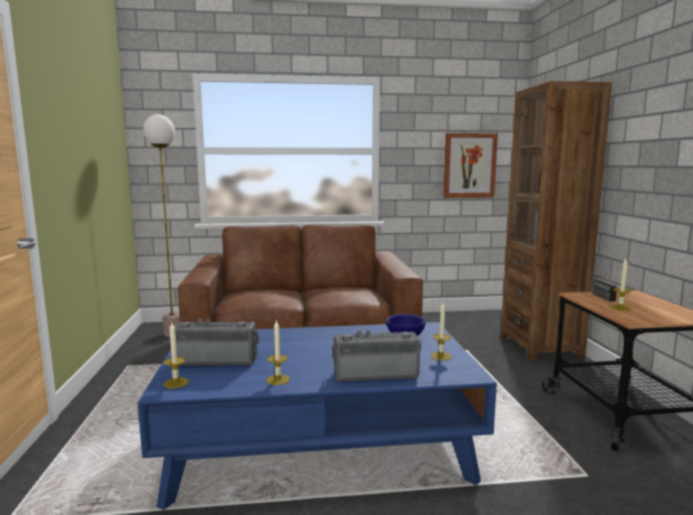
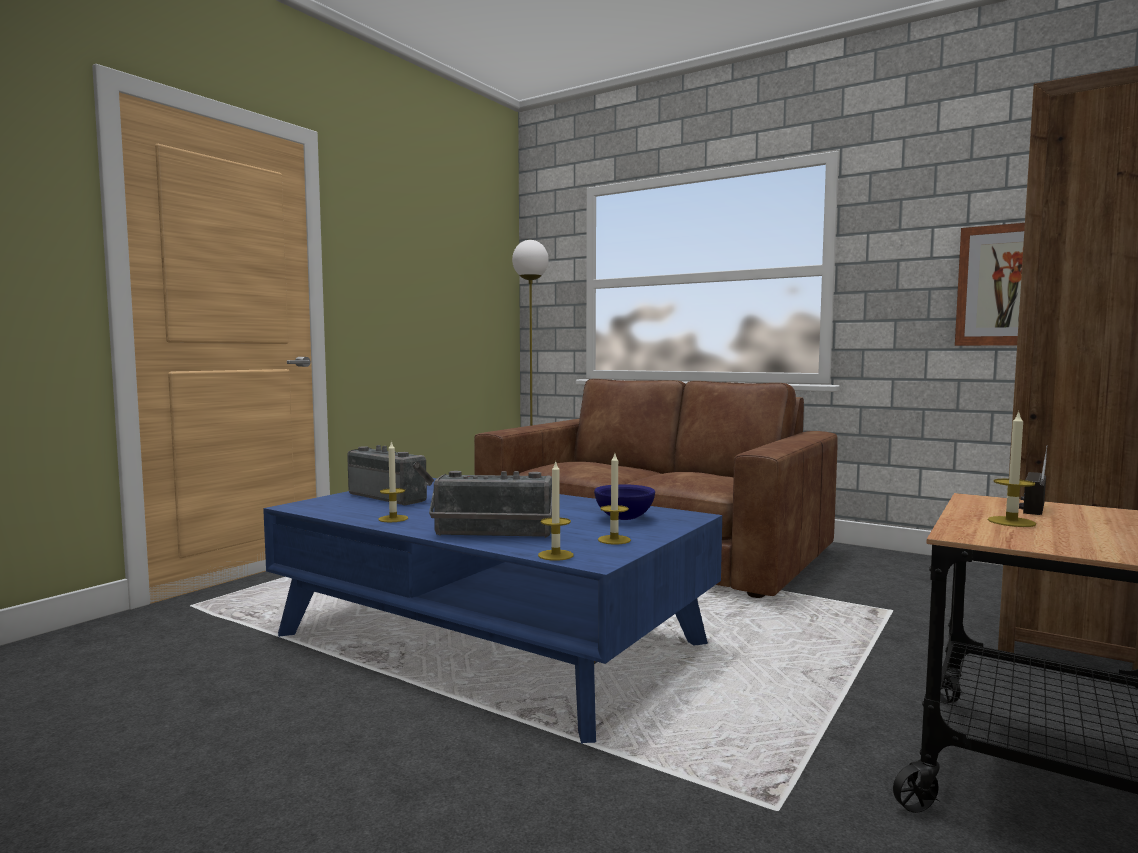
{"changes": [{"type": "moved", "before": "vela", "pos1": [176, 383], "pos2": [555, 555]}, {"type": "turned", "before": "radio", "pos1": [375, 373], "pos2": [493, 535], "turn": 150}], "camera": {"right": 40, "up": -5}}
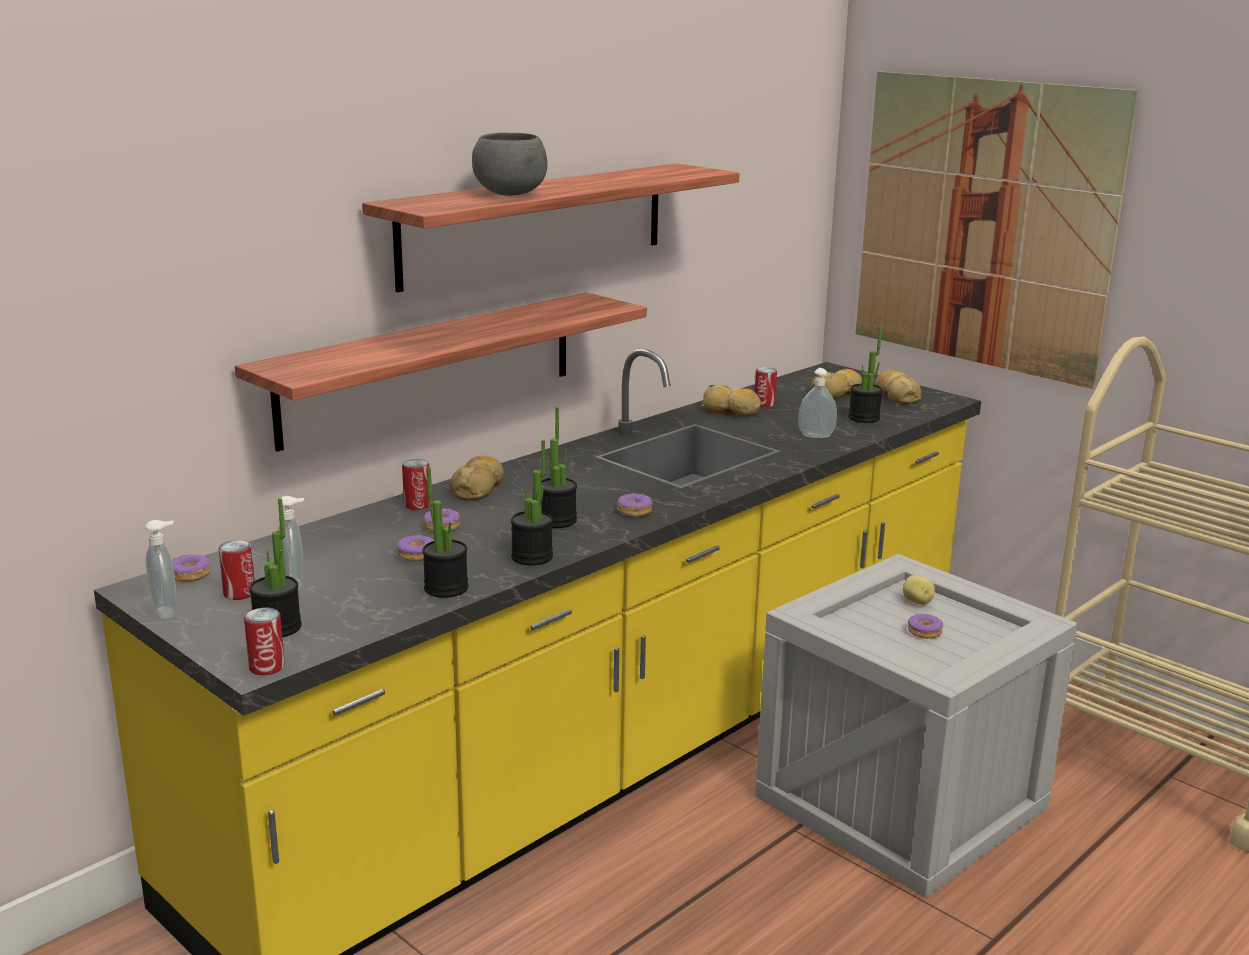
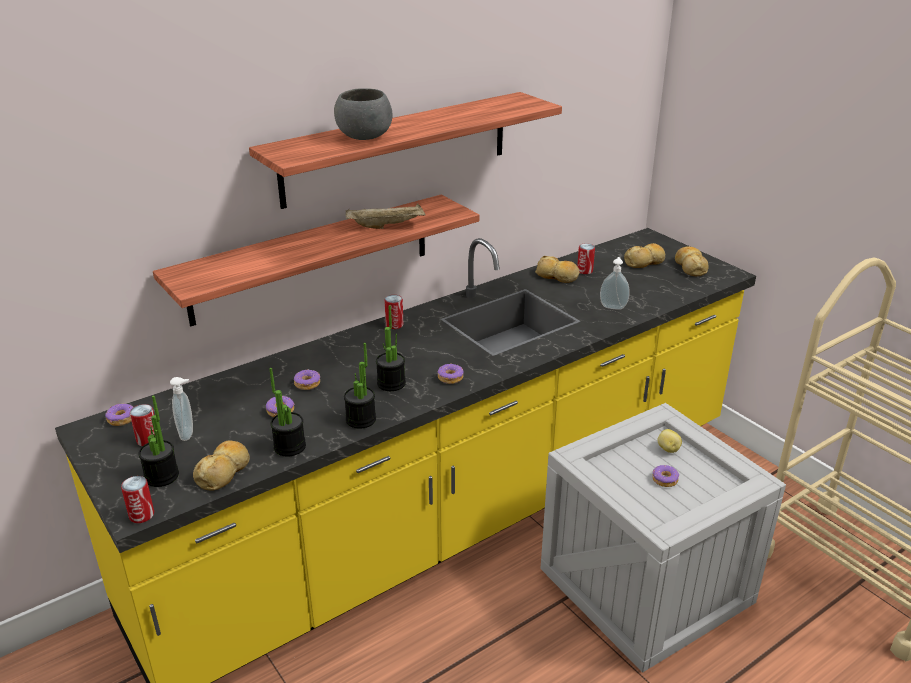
{"changes": [{"type": "removed", "before": "dispensador de jabón", "pos1": [168, 612]}, {"type": "moved", "before": "lata", "pos1": [417, 505], "pos2": [394, 325]}, {"type": "moved", "before": "pan", "pos1": [478, 488], "pos2": [224, 472]}, {"type": "removed", "before": "planta en maceta", "pos1": [864, 418]}, {"type": "removed", "before": "cuadro", "pos1": [983, 224]}, {"type": "added", "after": "bandeja (beis)", "pos2": [387, 226]}], "camera": {"right": 10, "up": 10}}
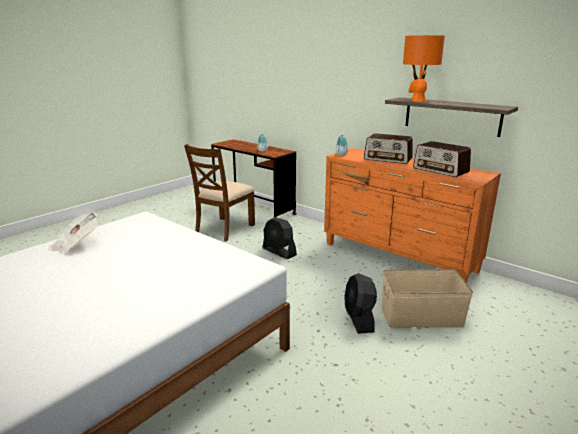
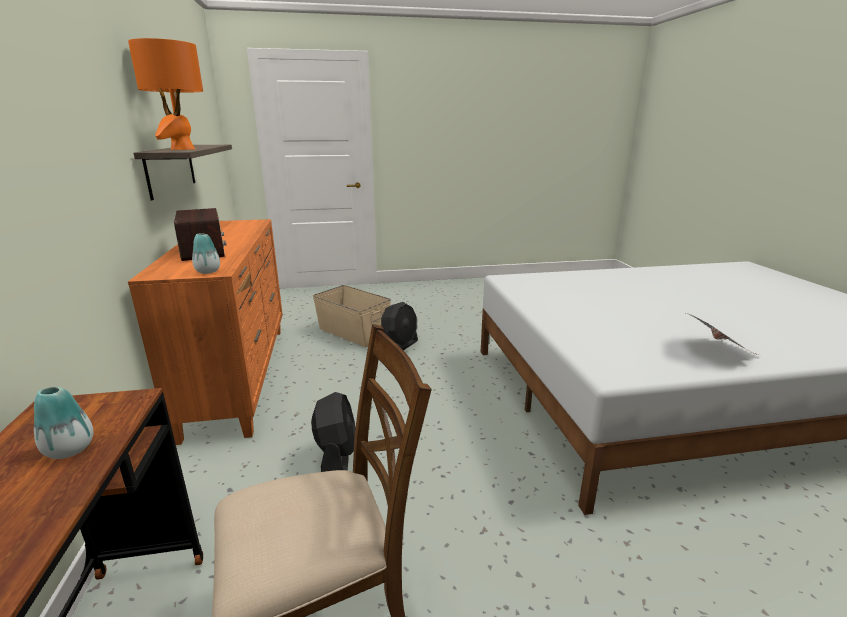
{"changes": [{"type": "removed", "before": "radio", "pos1": [440, 170]}], "camera": {"right": -140, "up": 0}}
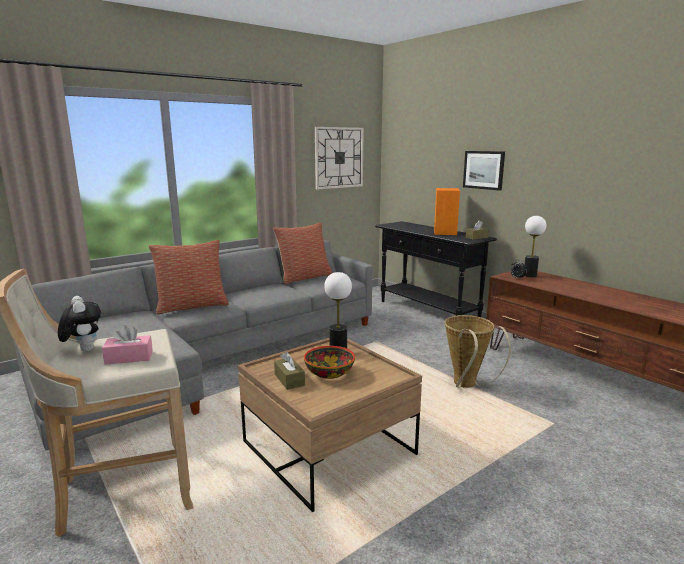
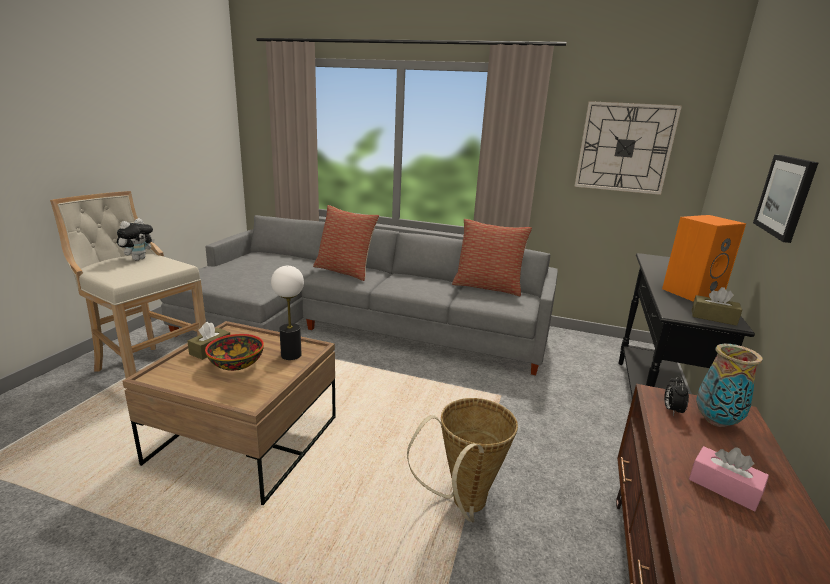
{"changes": [{"type": "moved", "before": "caja de pañuelos (rosa)", "pos1": [129, 358], "pos2": [724, 487]}, {"type": "replaced", "before": "lámpara de mesa", "after": "florero", "pos1": [530, 275], "pos2": [715, 421]}], "camera": {"right": 55, "up": 5}}
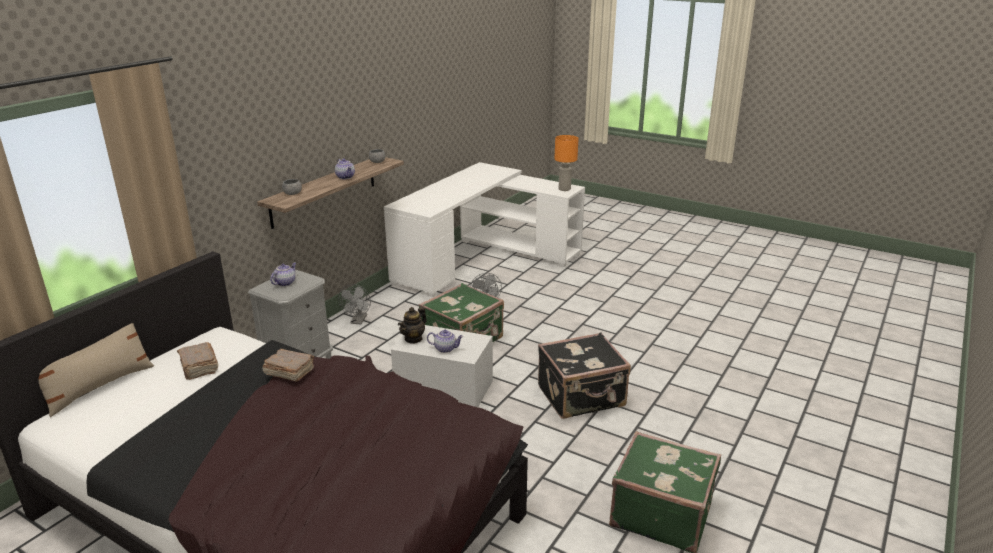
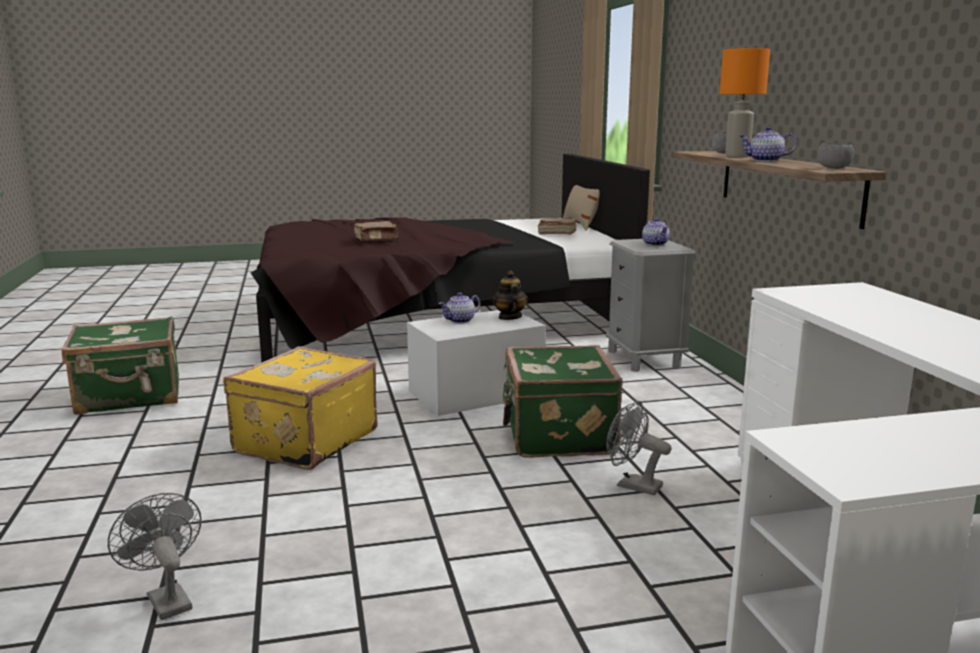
{"changes": [{"type": "moved", "before": "libro (marrón)", "pos1": [289, 372], "pos2": [377, 239]}, {"type": "moved", "before": "ventilador (gris)", "pos1": [358, 321], "pos2": [165, 599]}, {"type": "recoloured", "before": "maleta (negro)", "after": "maleta (amarillo)", "pos1": [582, 397], "pos2": [304, 441]}, {"type": "moved", "before": "lámpara de mesa (naranja)", "pos1": [564, 189], "pos2": [737, 156]}], "camera": {"right": 135, "up": -10}}
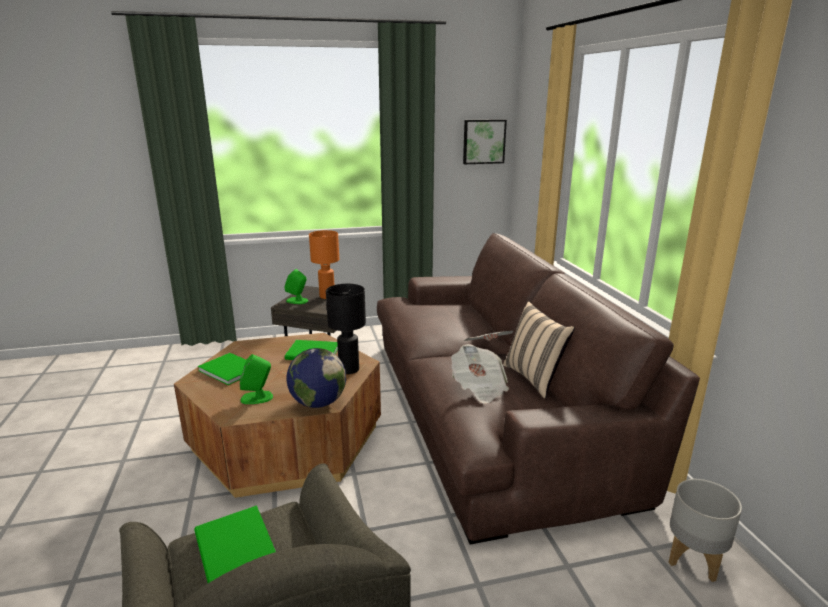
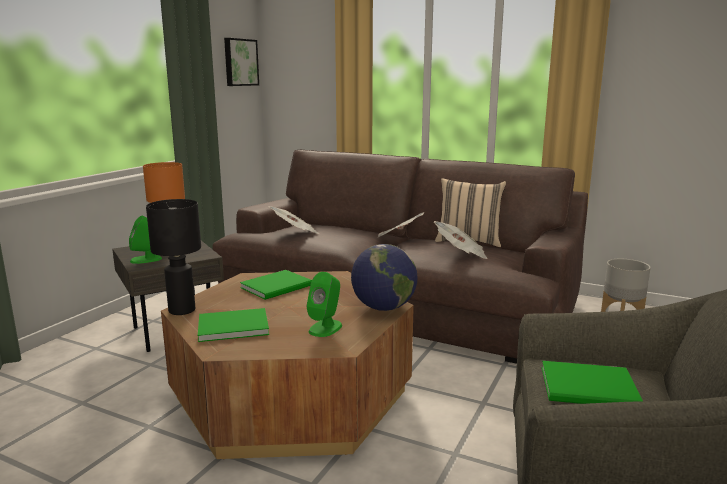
{"changes": [{"type": "moved", "before": "lámpara de mesa (negro)", "pos1": [349, 369], "pos2": [182, 310]}, {"type": "added", "after": "periódico", "pos2": [295, 233]}], "camera": {"right": -50, "up": -5}}
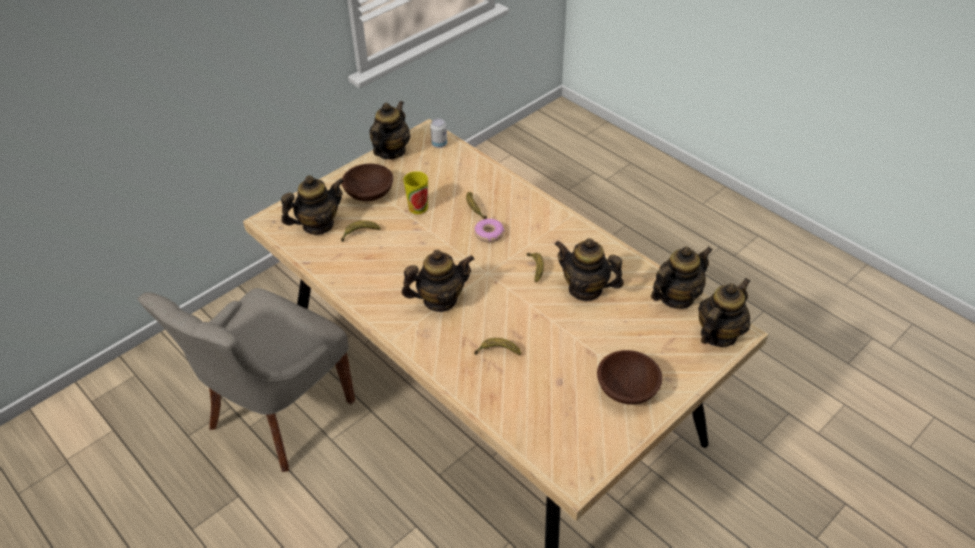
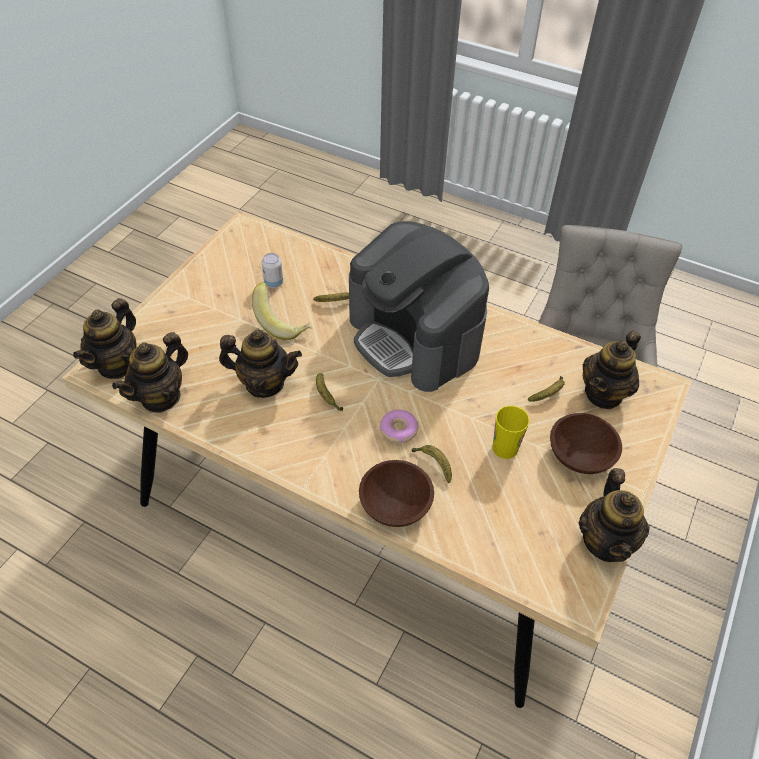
{"changes": [{"type": "replaced", "before": "tetera", "after": "cafetera", "pos1": [440, 300], "pos2": [415, 337]}, {"type": "moved", "before": "lata", "pos1": [439, 144], "pos2": [274, 283]}, {"type": "moved", "before": "cuenco (marrón)", "pos1": [628, 388], "pos2": [394, 505]}, {"type": "added", "after": "plátano", "pos2": [283, 323]}], "camera": {"right": 160, "up": 5}}
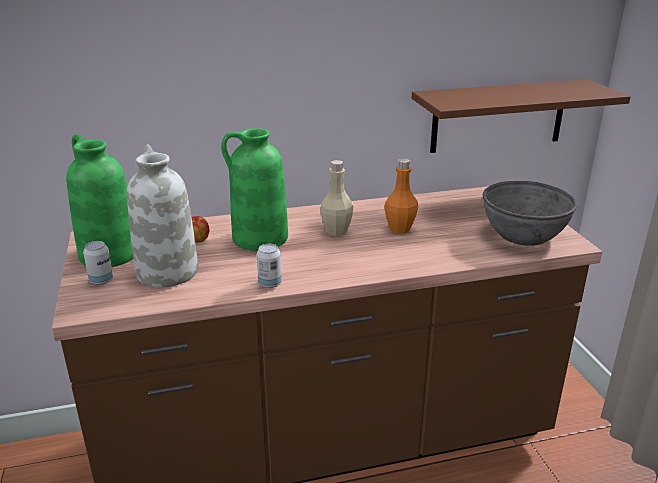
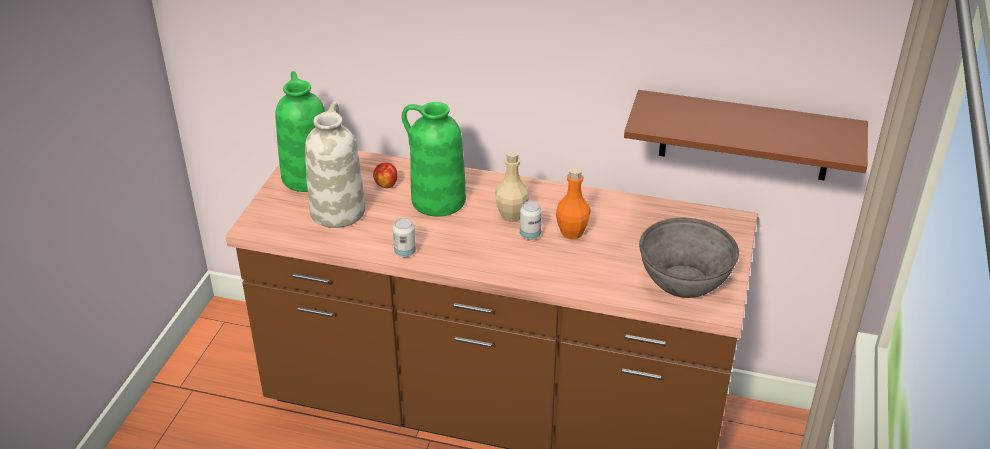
{"changes": [{"type": "moved", "before": "lata", "pos1": [101, 280], "pos2": [530, 235]}], "camera": {"right": 30, "up": 10}}
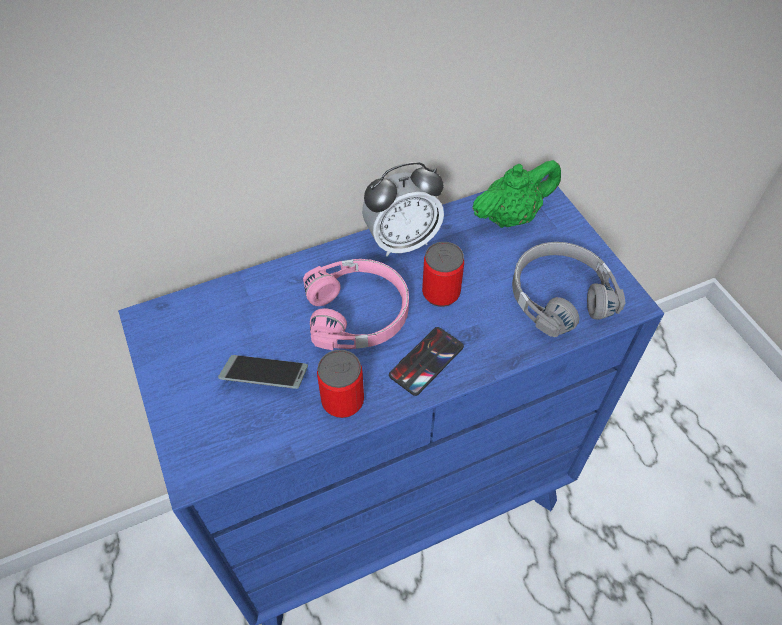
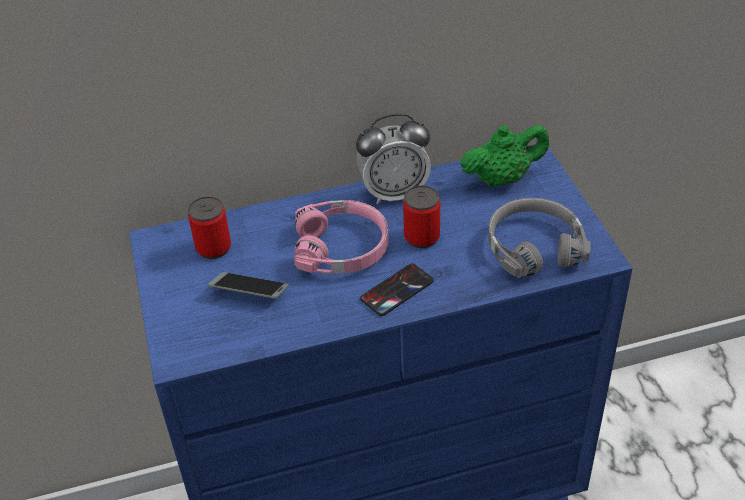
{"changes": [{"type": "moved", "before": "lata", "pos1": [343, 401], "pos2": [213, 248]}], "camera": {"right": 10, "up": -10}}
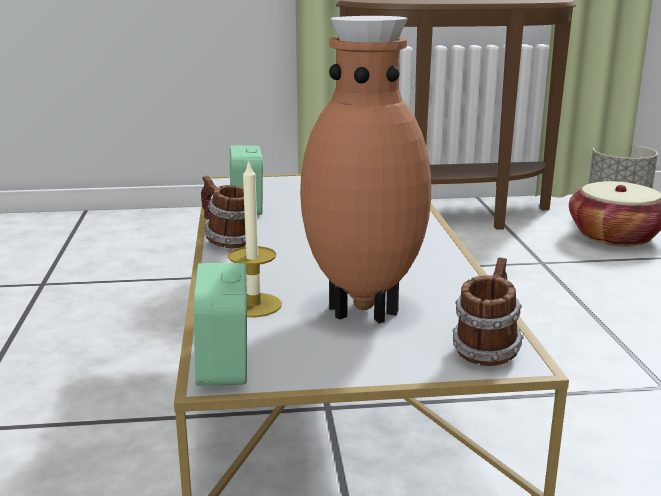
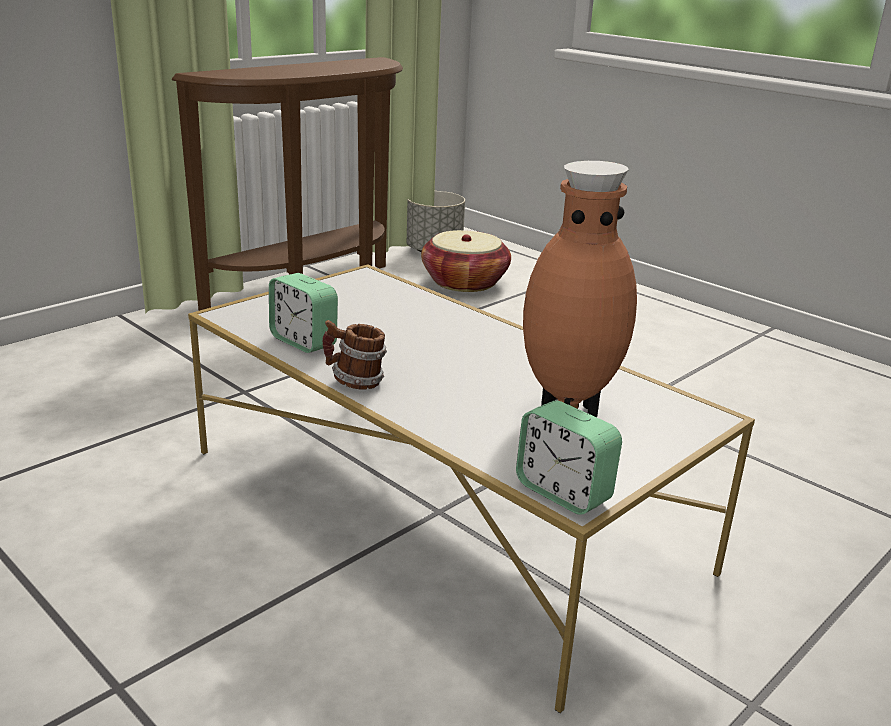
{"changes": [{"type": "removed", "before": "vela", "pos1": [254, 305]}, {"type": "removed", "before": "taza grande", "pos1": [486, 350]}], "camera": {"right": -40, "up": 5}}
